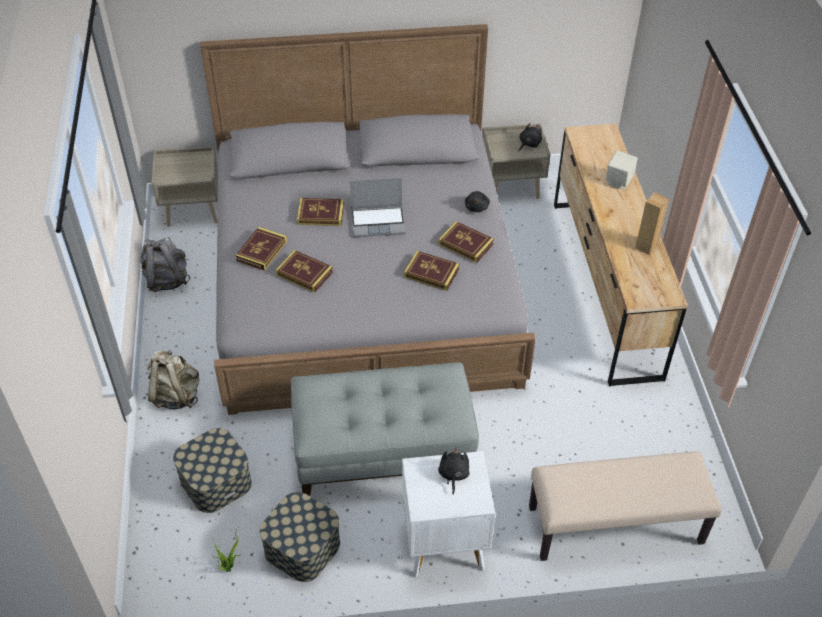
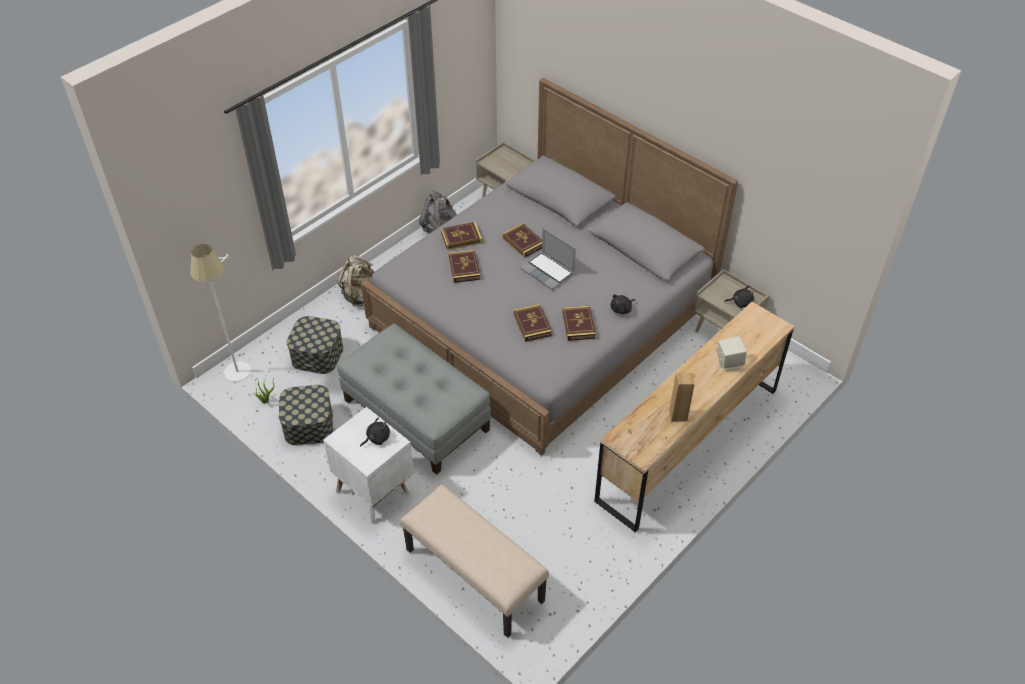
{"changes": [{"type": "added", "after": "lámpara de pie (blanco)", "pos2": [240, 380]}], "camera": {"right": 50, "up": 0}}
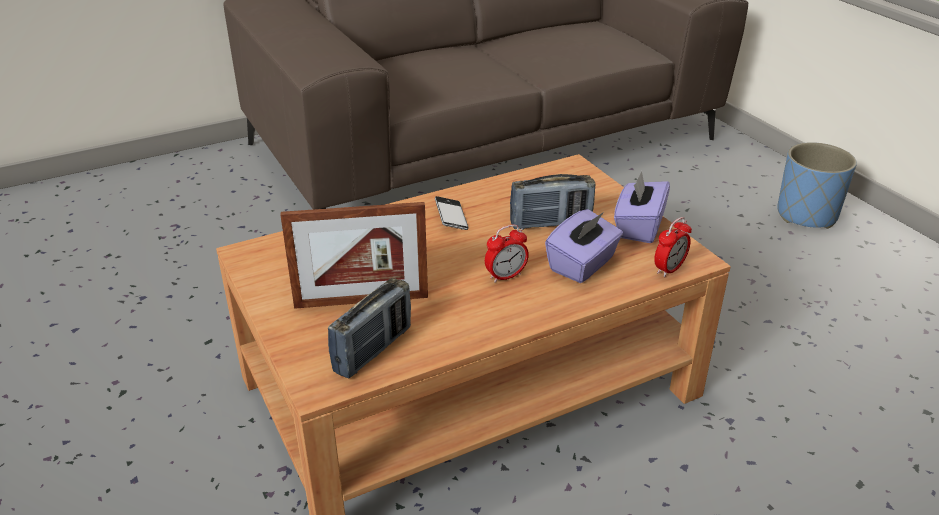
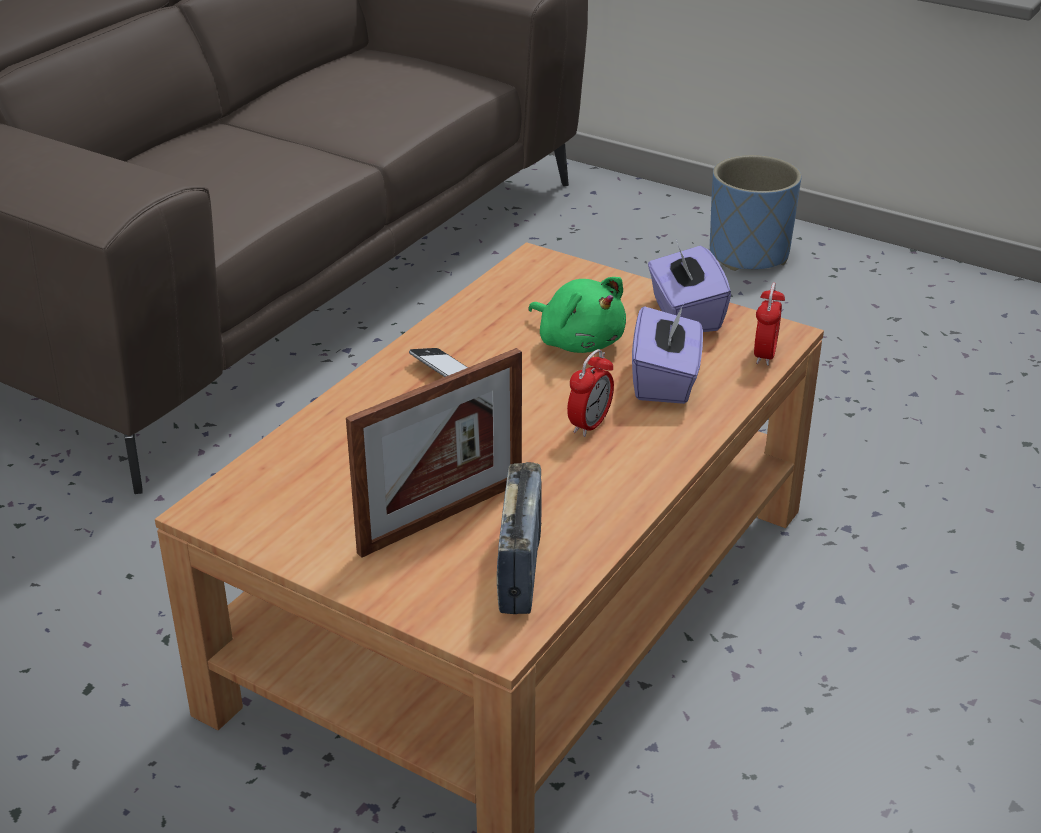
{"changes": [{"type": "replaced", "before": "radio", "after": "peluche (verde)", "pos1": [550, 223], "pos2": [578, 341]}], "camera": {"right": -30, "up": 0}}
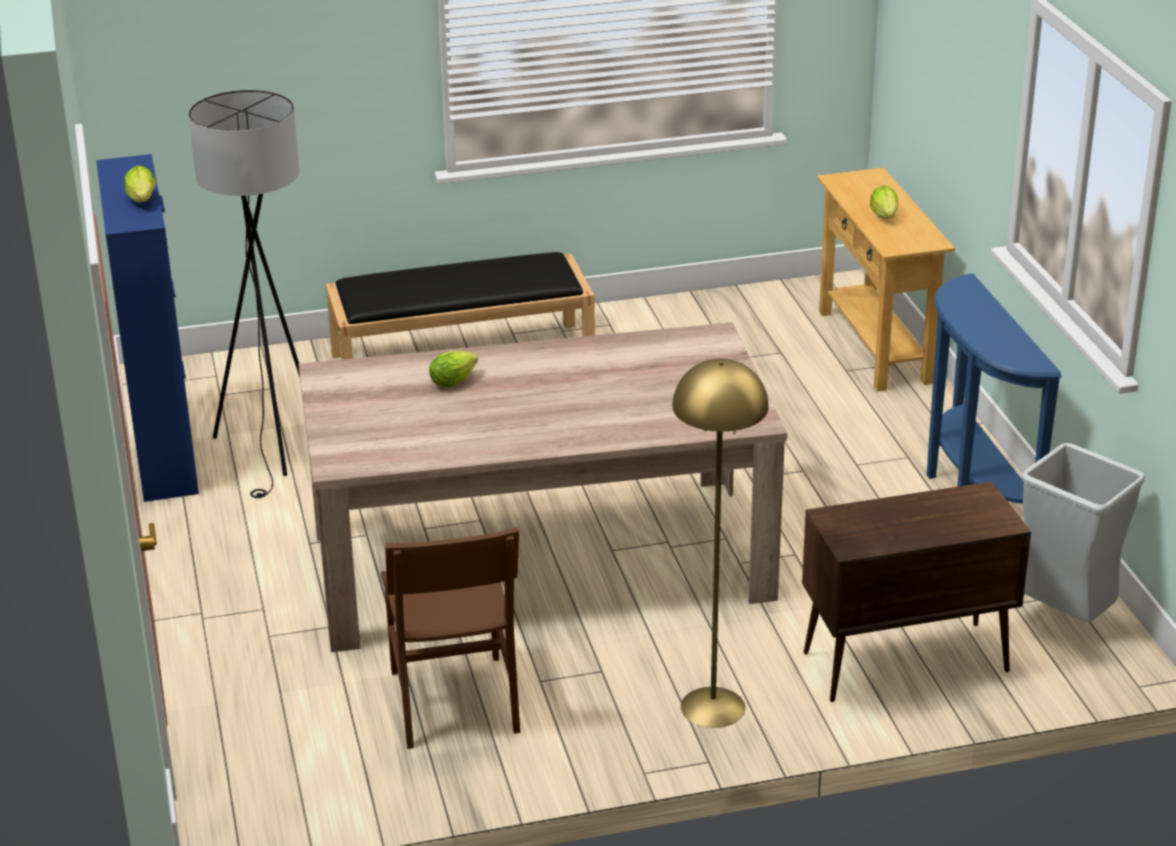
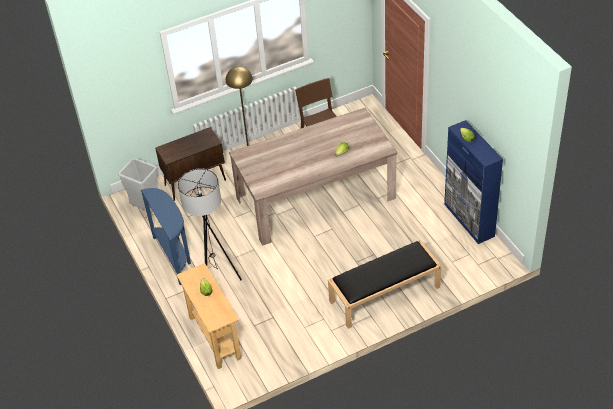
{"changes": [{"type": "moved", "before": "lámpara de pie (negro)", "pos1": [274, 448], "pos2": [215, 279]}], "camera": {"right": 170, "up": 15}}
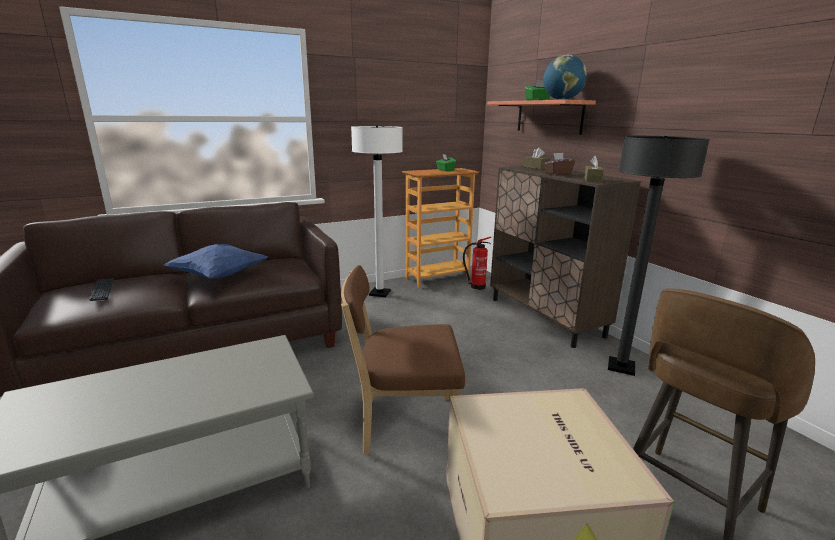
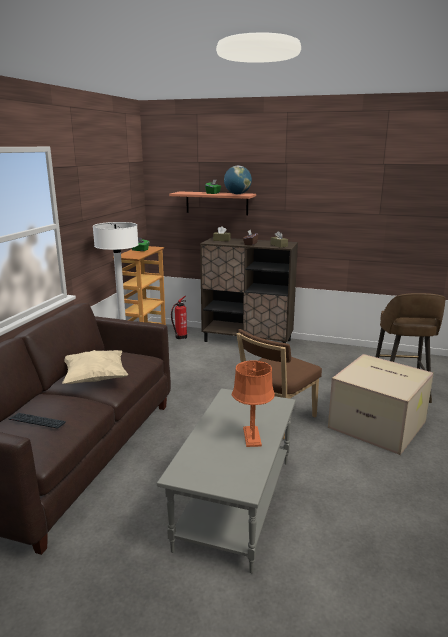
{"changes": [{"type": "recoloured", "before": "cojín (azul)", "after": "cojín (beis)", "pos1": [219, 276], "pos2": [95, 379]}, {"type": "removed", "before": "lámpara de pie (negro)", "pos1": [621, 367]}, {"type": "added", "after": "lámpara de mesa (naranja)", "pos2": [252, 437]}], "camera": {"right": -45, "up": 0}}
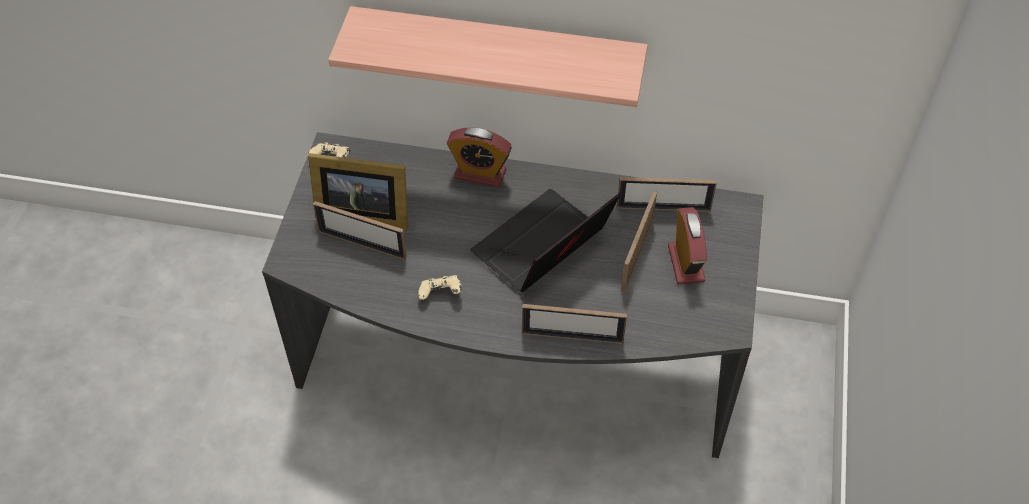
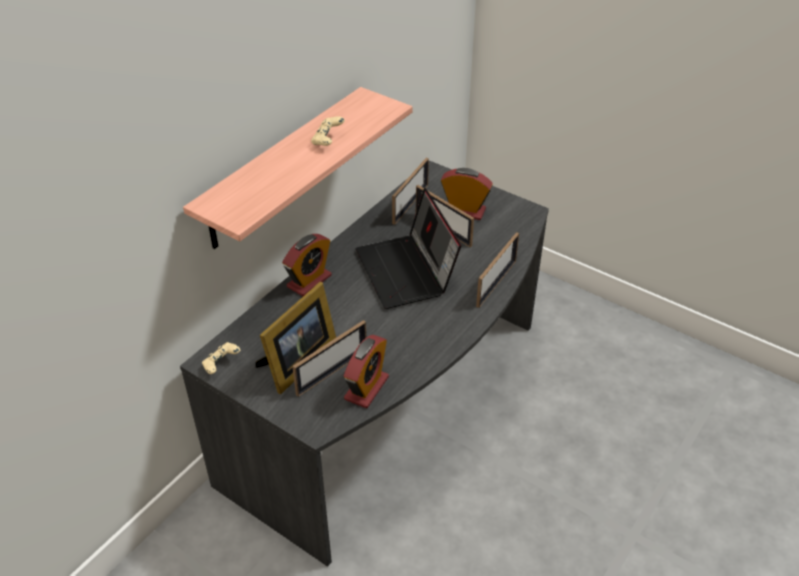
{"changes": [{"type": "moved", "before": "mando de consola (beis)", "pos1": [440, 294], "pos2": [328, 141]}, {"type": "added", "after": "despertador", "pos2": [366, 388]}], "camera": {"right": -65, "up": -10}}
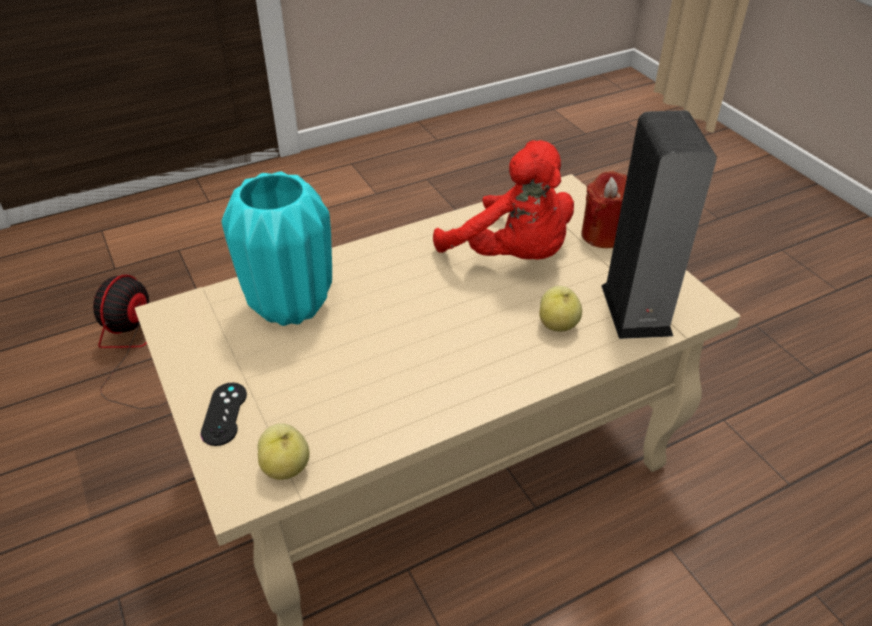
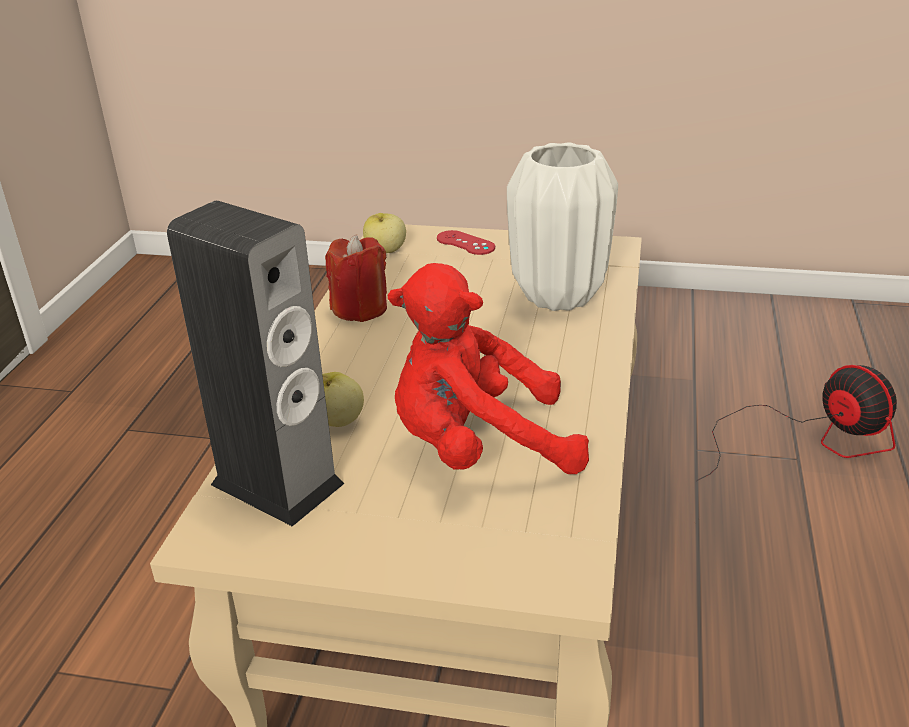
{"changes": [{"type": "recoloured", "before": "mando de consola (negro)", "after": "mando de consola (rojo)", "pos1": [224, 414], "pos2": [465, 243]}, {"type": "recoloured", "before": "florero (turquesa)", "after": "florero (blanco)", "pos1": [289, 306], "pos2": [559, 295]}, {"type": "moved", "before": "vela (rojo)", "pos1": [603, 235], "pos2": [360, 309]}], "camera": {"right": 130, "up": -10}}
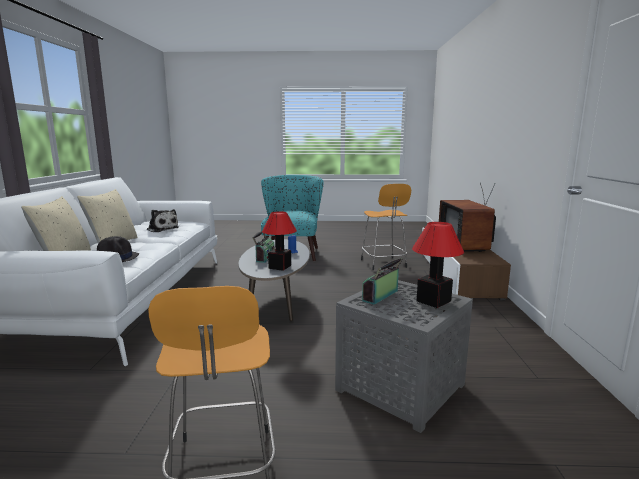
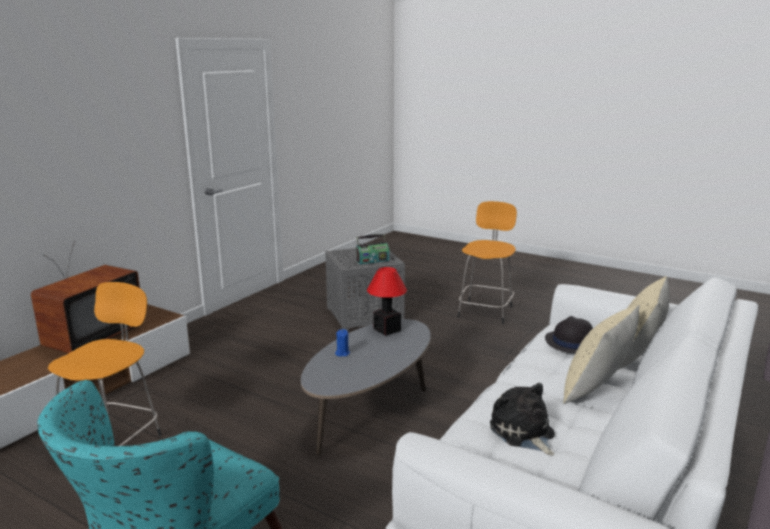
{"changes": [{"type": "removed", "before": "radio", "pos1": [264, 257]}, {"type": "removed", "before": "lámpara de mesa", "pos1": [434, 301]}], "camera": {"right": -150, "up": 5}}
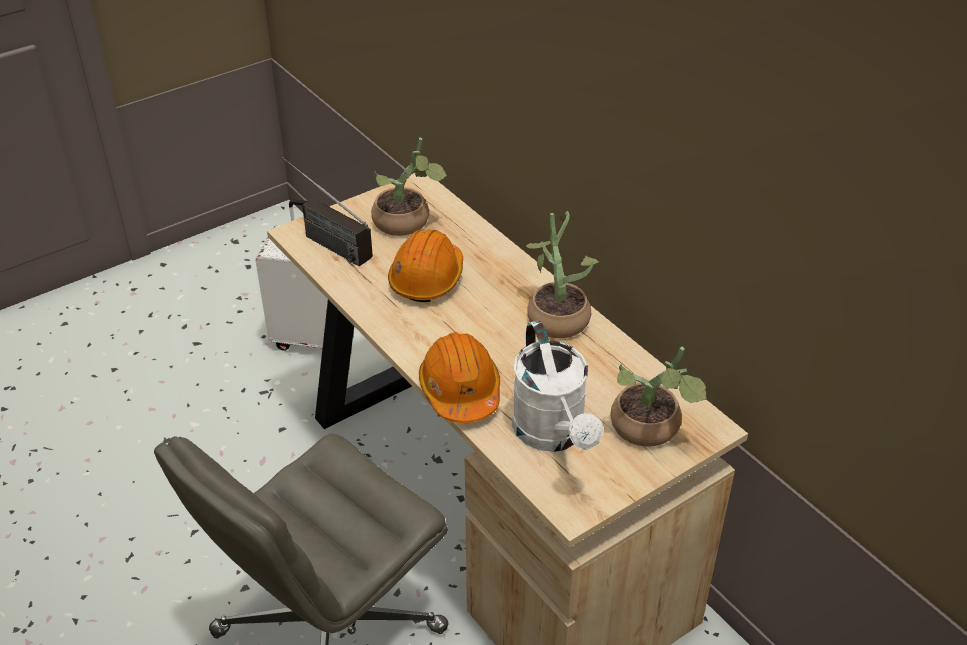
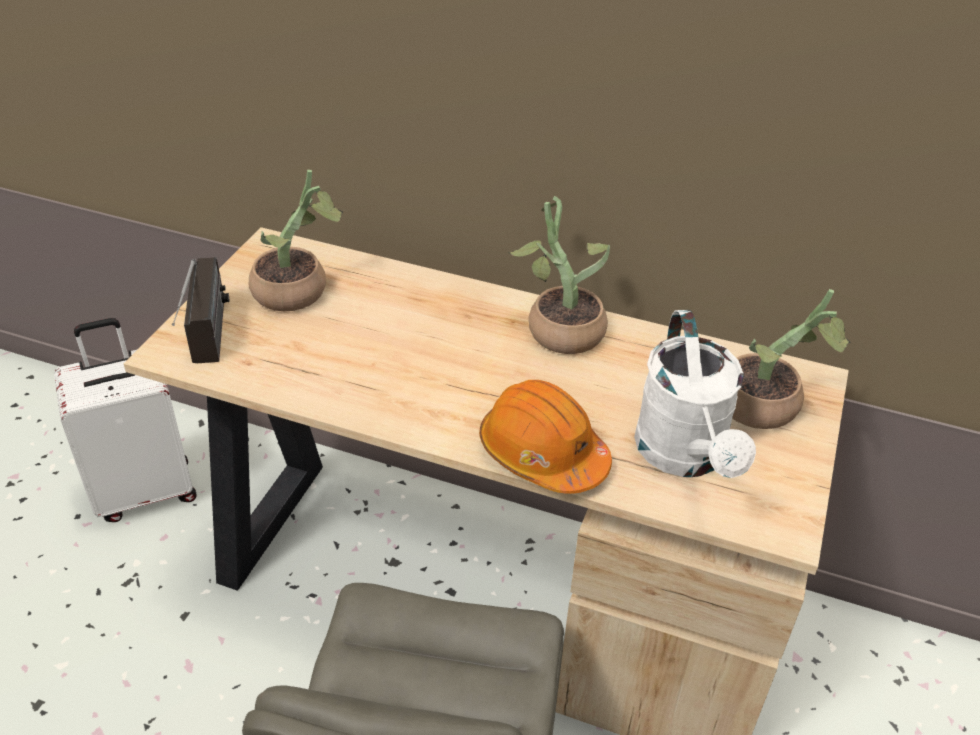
{"changes": [{"type": "turned", "before": "radio", "pos1": [322, 240], "pos2": [210, 347], "turn": -105}, {"type": "removed", "before": "casco (naranja)", "pos1": [427, 279]}, {"type": "turned", "before": "regadera (blanco)", "pos1": [554, 435], "pos2": [685, 457], "turn": 45}], "camera": {"right": -35, "up": 0}}
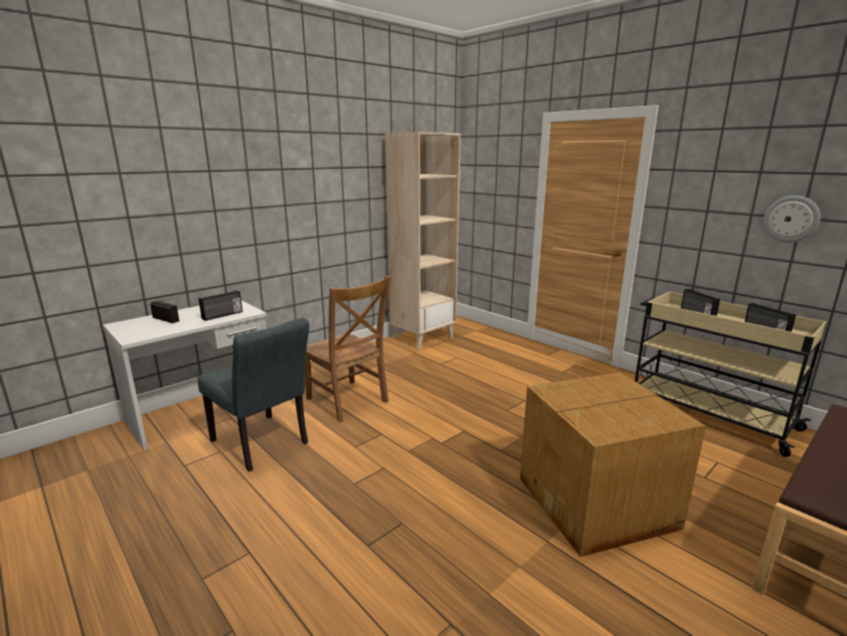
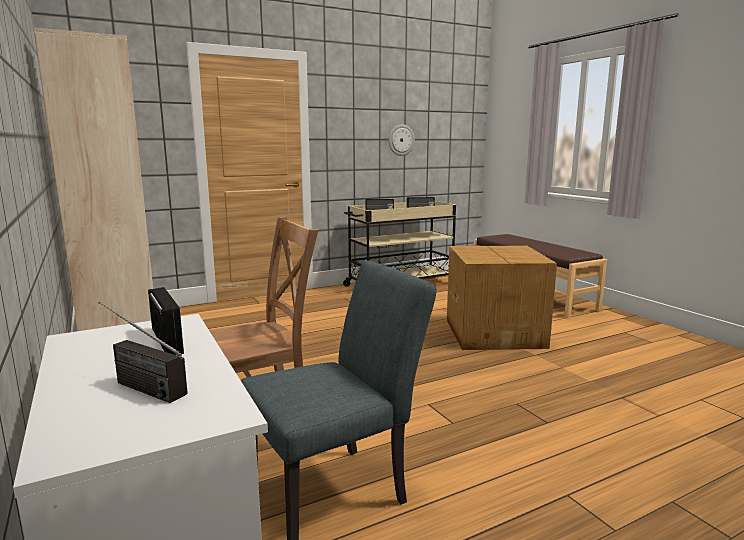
{"changes": [{"type": "turned", "before": "radio", "pos1": [172, 320], "pos2": [135, 384], "turn": -105}], "camera": {"right": -75, "up": -5}}
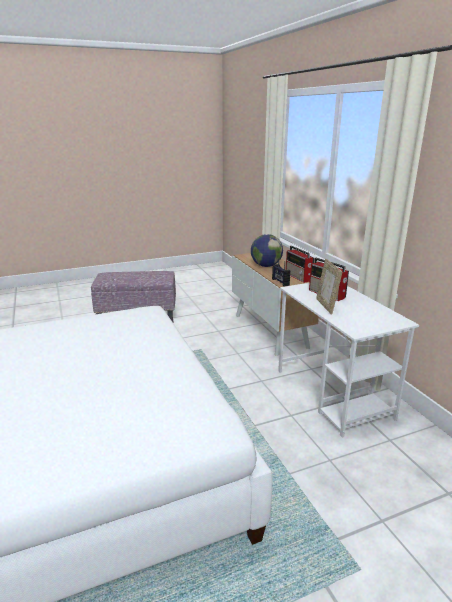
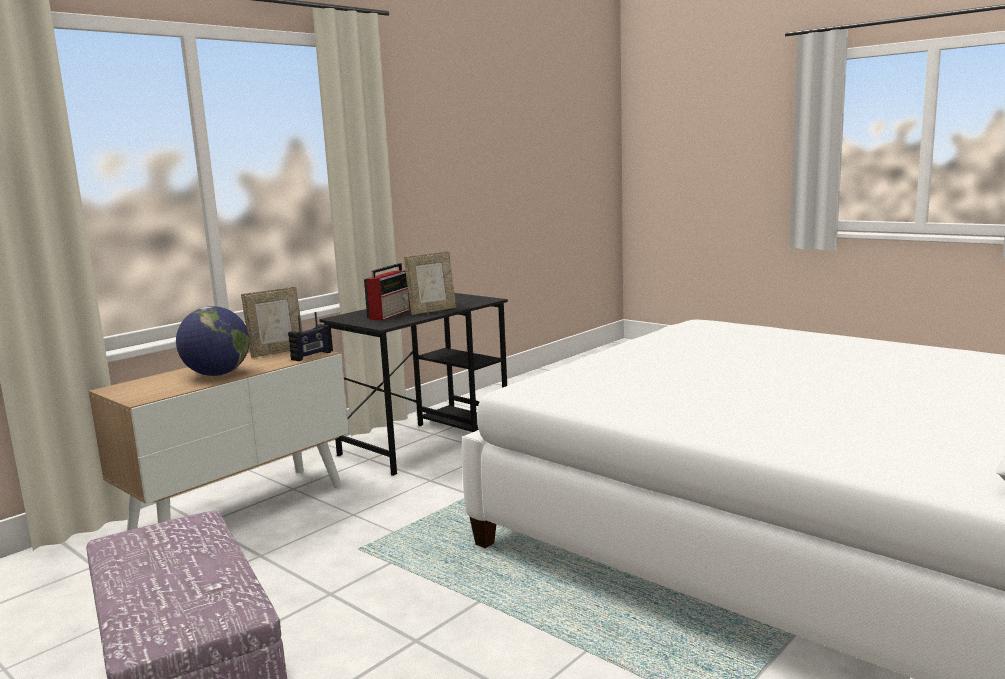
{"changes": [{"type": "recoloured", "before": "escritorio (blanco)", "after": "escritorio (negro)", "pos1": [333, 394], "pos2": [427, 440]}, {"type": "replaced", "before": "radio", "after": "portarretratos", "pos1": [298, 277], "pos2": [277, 352]}], "camera": {"right": -115, "up": -10}}
